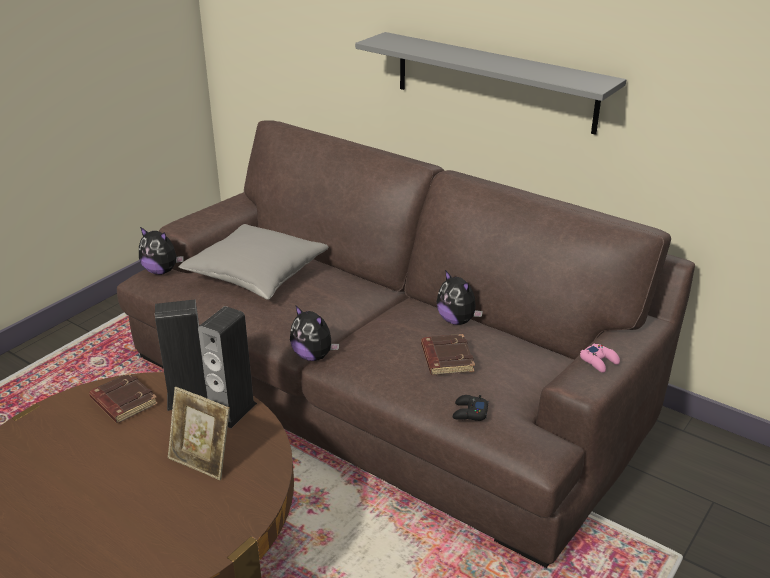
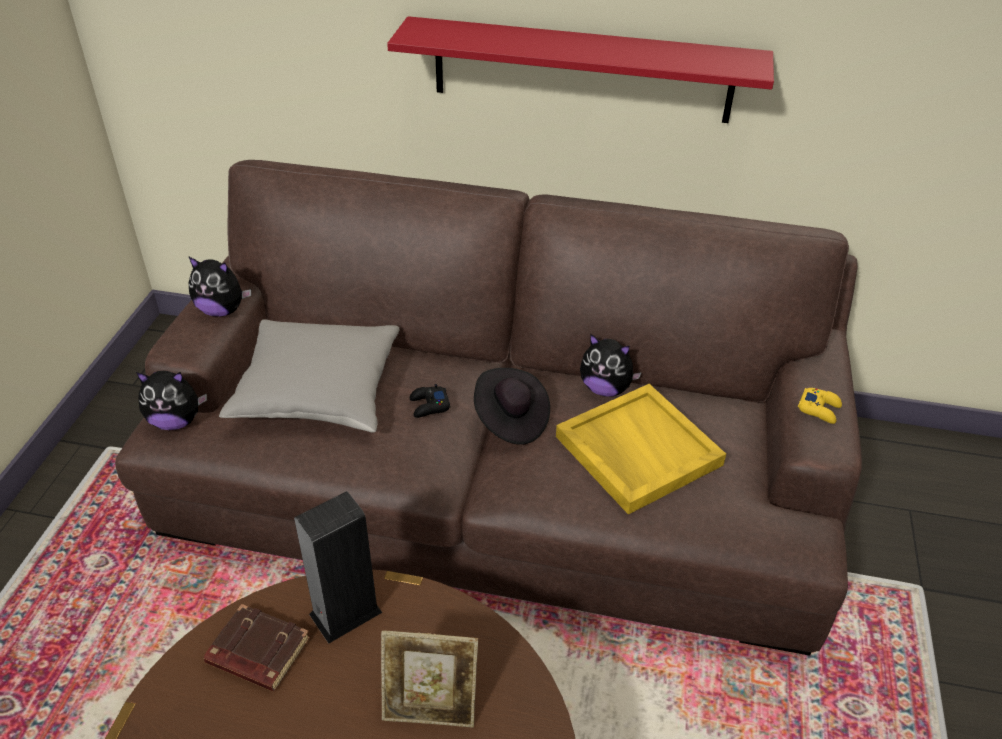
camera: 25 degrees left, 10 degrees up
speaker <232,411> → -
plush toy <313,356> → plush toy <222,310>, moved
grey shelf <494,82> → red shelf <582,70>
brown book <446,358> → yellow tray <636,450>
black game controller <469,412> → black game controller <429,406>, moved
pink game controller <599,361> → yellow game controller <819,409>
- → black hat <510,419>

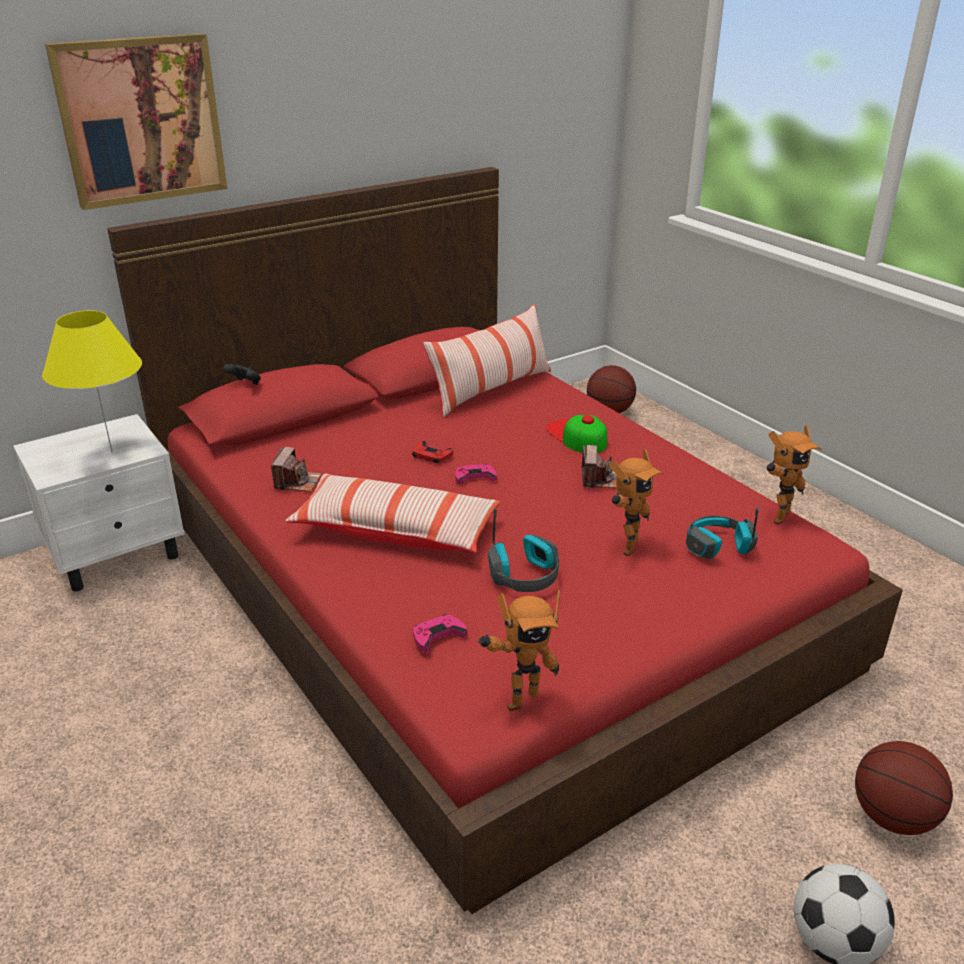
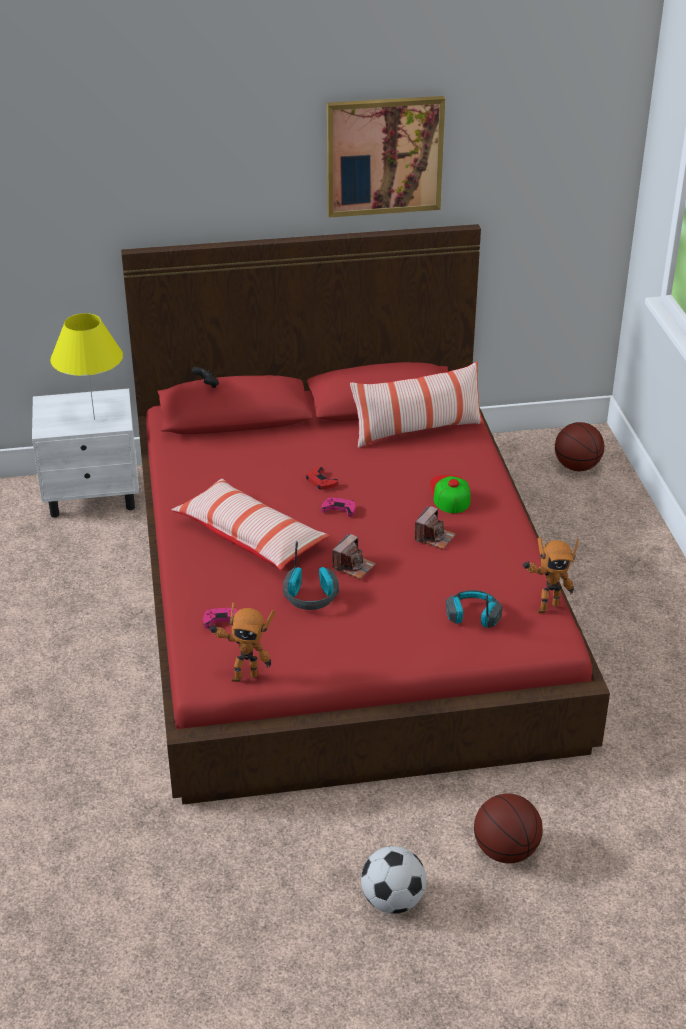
camera: 25 degrees right, 5 degrees up
picture <141,120> → picture <384,156>, moved
photo camera <297,482> → photo camera <353,566>, moved
toy robot <625,546> → -

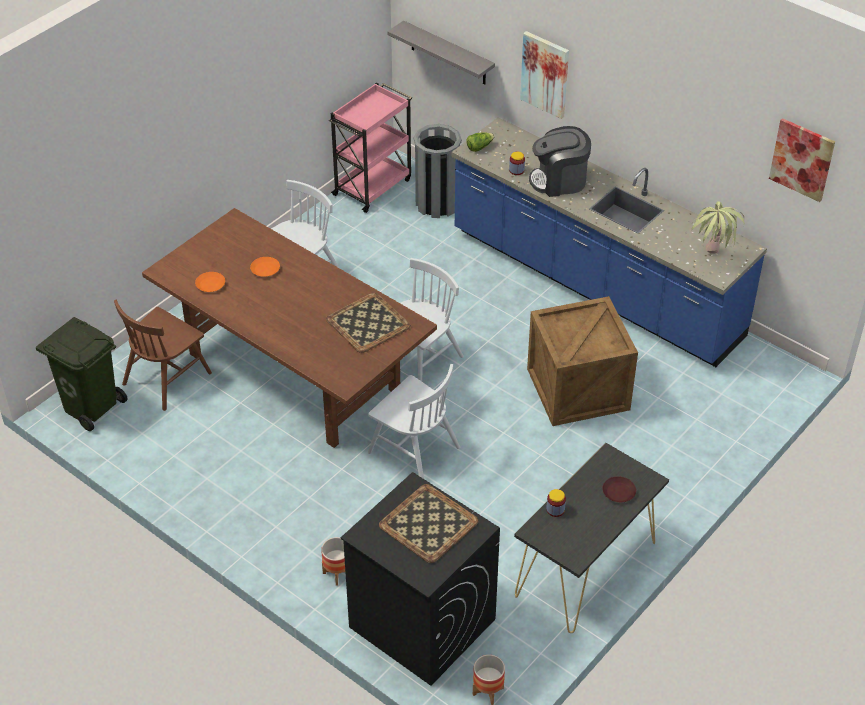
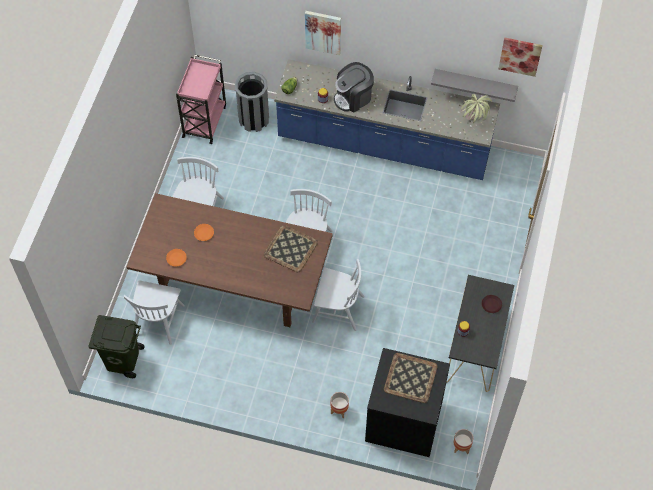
camera: 25 degrees left, 15 degrees up
brown chair <167,378> → white chair <158,320>
grey shelf <448,54> → grey shelf <475,83>, moved
crate <577,390> → -

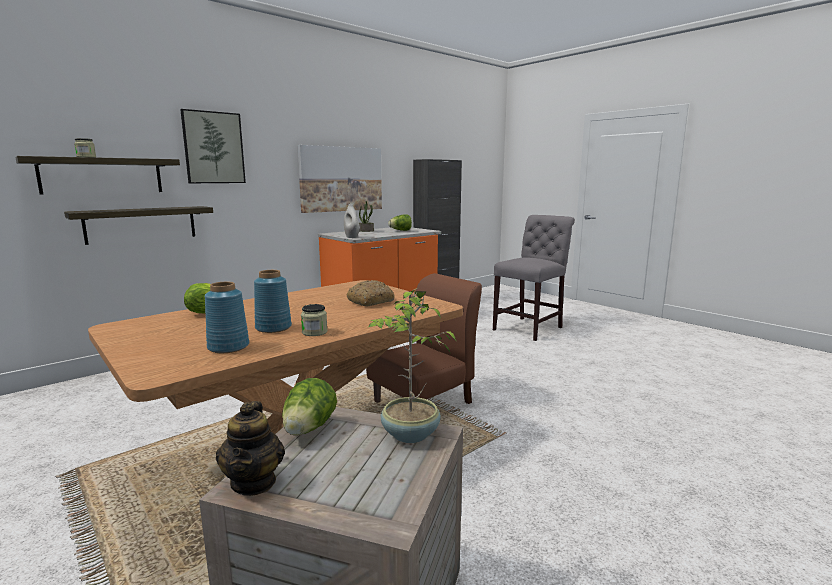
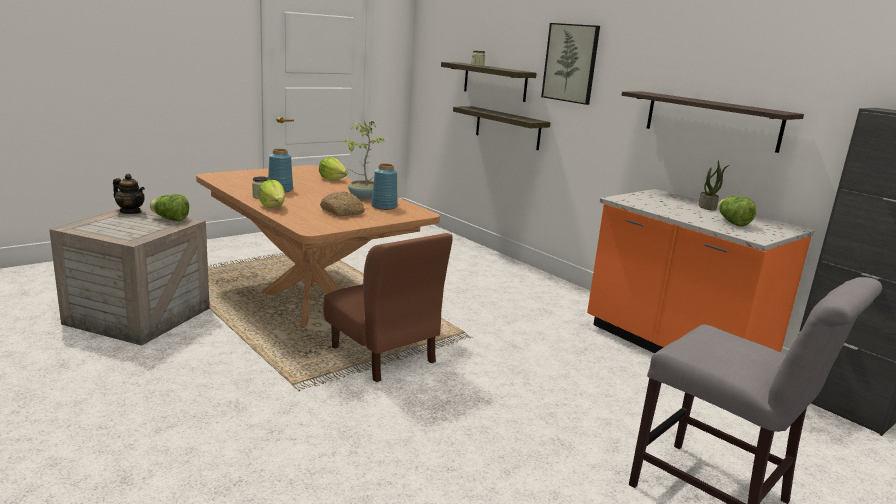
camera: 90 degrees right, 5 degrees up
blue vase <227,347> → blue vase <384,206>, moved
teapot <254,482> → teapot <131,212>, 150 degrees counterclockwise
picture <341,179> → shelf <711,120>
white vase <352,237> → -
potted plant <410,435> → potted plant <362,197>, moved
- → lettuce <273,206>

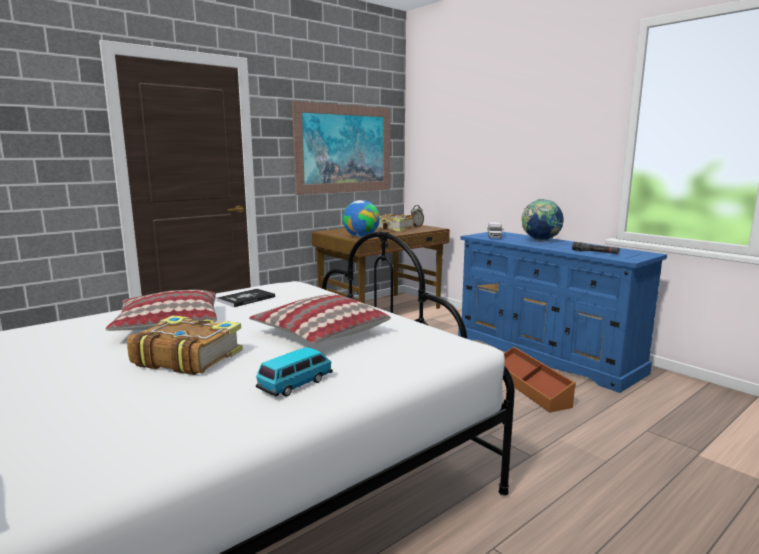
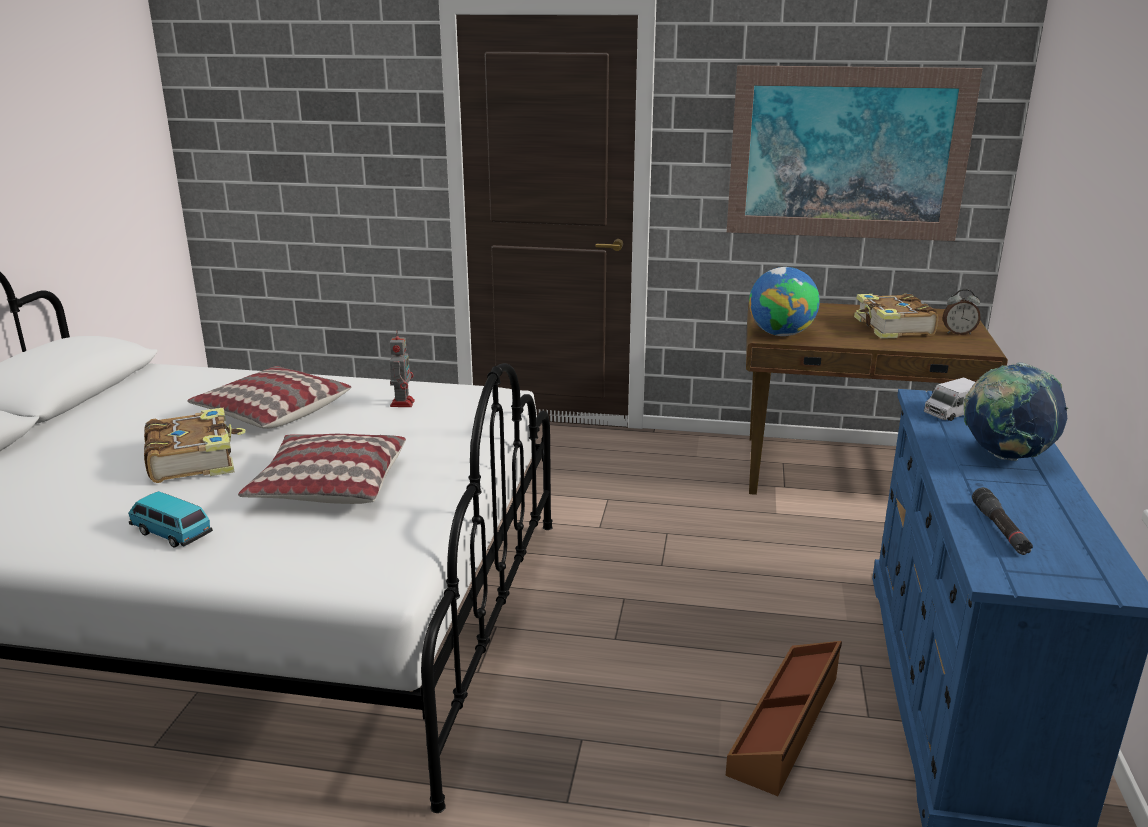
camera: 50 degrees right, 10 degrees up
book <246,299> → toy robot <402,403>
toy car <295,384> → toy car <171,533>, 150 degrees counterclockwise

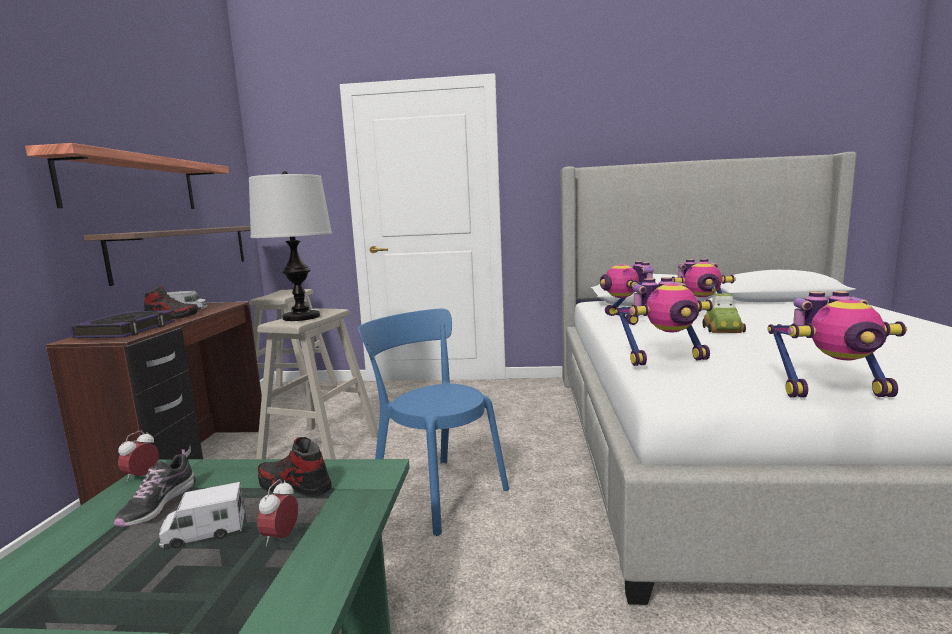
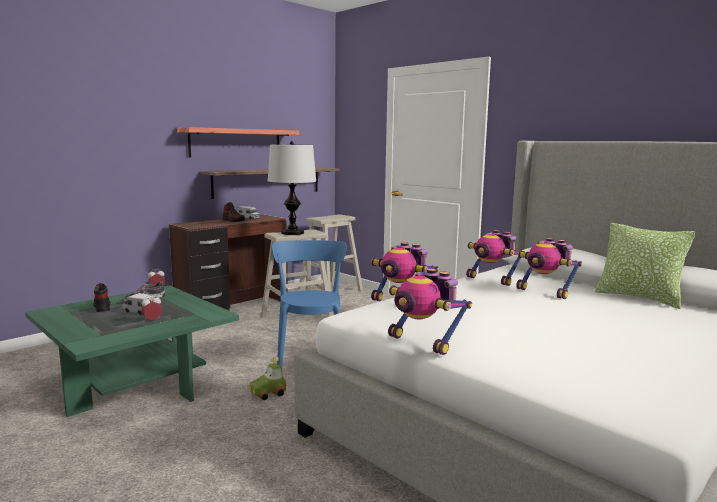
camera: 40 degrees right, 0 degrees up
book <127,330> → -
shoe <295,486> → shoe <101,307>, moved
toy robot <628,319> → toy robot <492,280>, 75 degrees counterclockwise
toy car <724,330> → toy car <268,393>, moved
- → pillow <638,298>

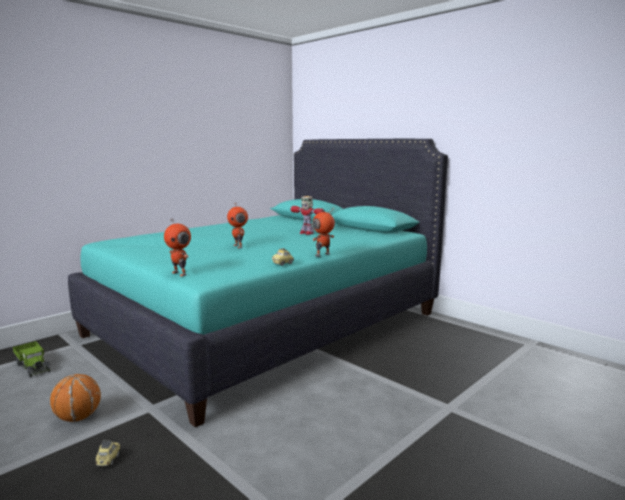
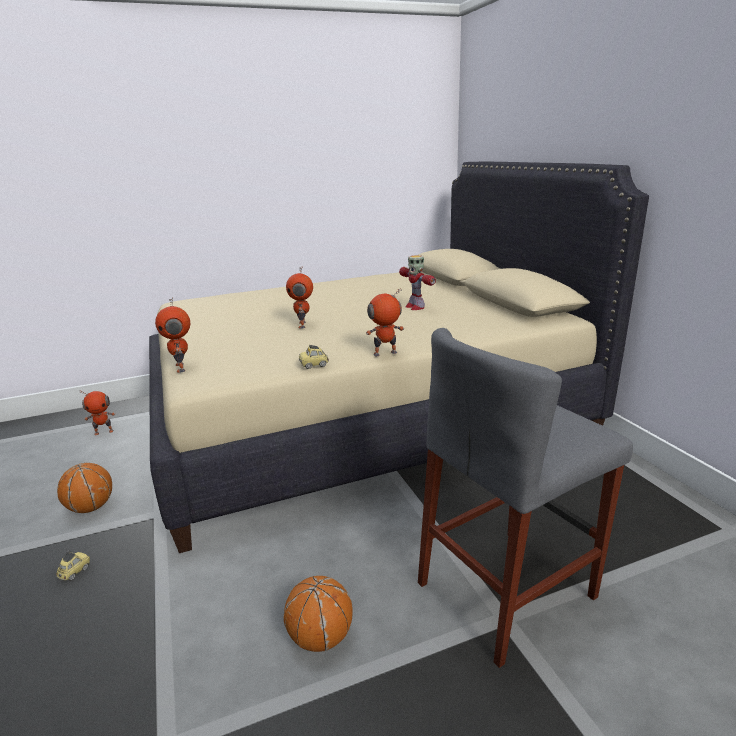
camera: 25 degrees right, 10 degrees up
toy truck <33,366> → toy robot <104,432>
turquoise bed <267,324> → beige bed <362,417>
- → basketball <321,638>
- → grey stool <506,590>

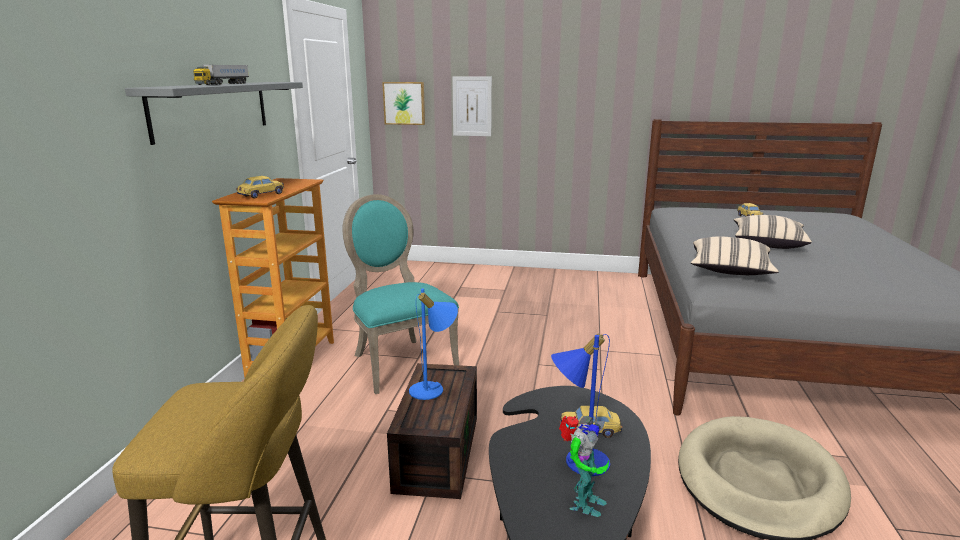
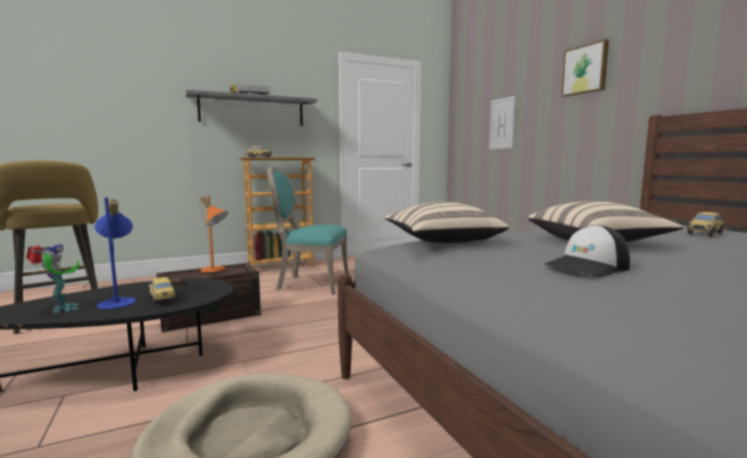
camera: 55 degrees right, 10 degrees down
turquoise chair <399,362> → turquoise chair <310,283>, 105 degrees counterclockwise
picture <404,103> → picture <585,69>, moved
blue table lamp <433,389> → orange table lamp <215,270>
toy robot <583,503> → toy robot <61,309>, 120 degrees counterclockwise
- → cap <587,267>

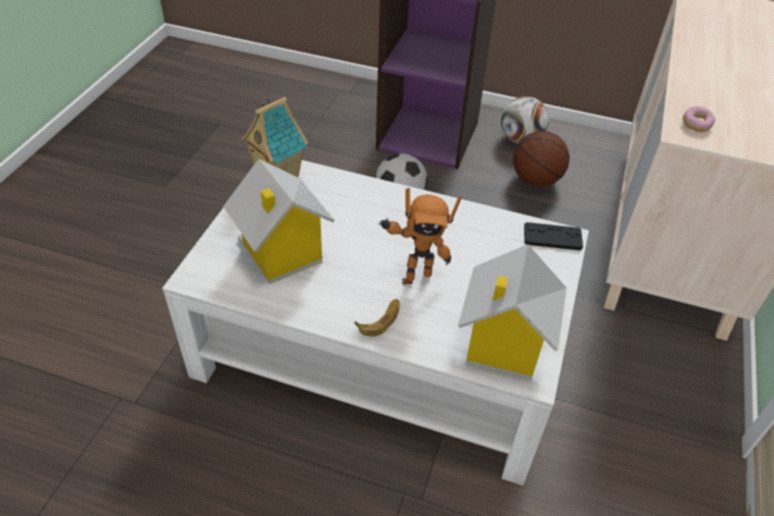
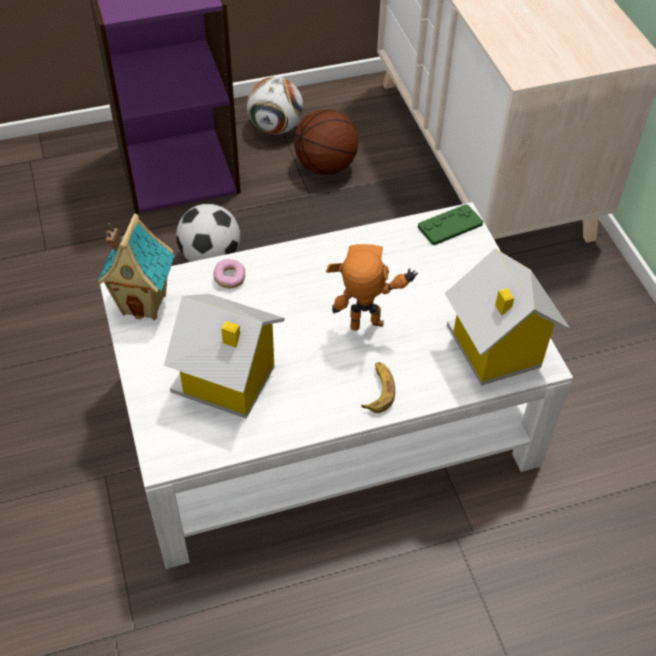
camera: 35 degrees left, 5 degrees up
toy robot <414,275> → toy robot <368,330>, 135 degrees counterclockwise
black game controller <552,237> → green game controller <450,225>
donut <696,125> → donut <229,279>, moved

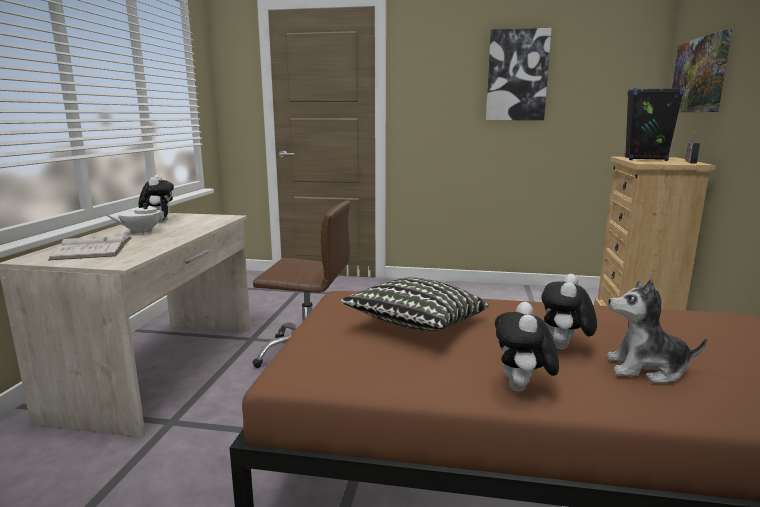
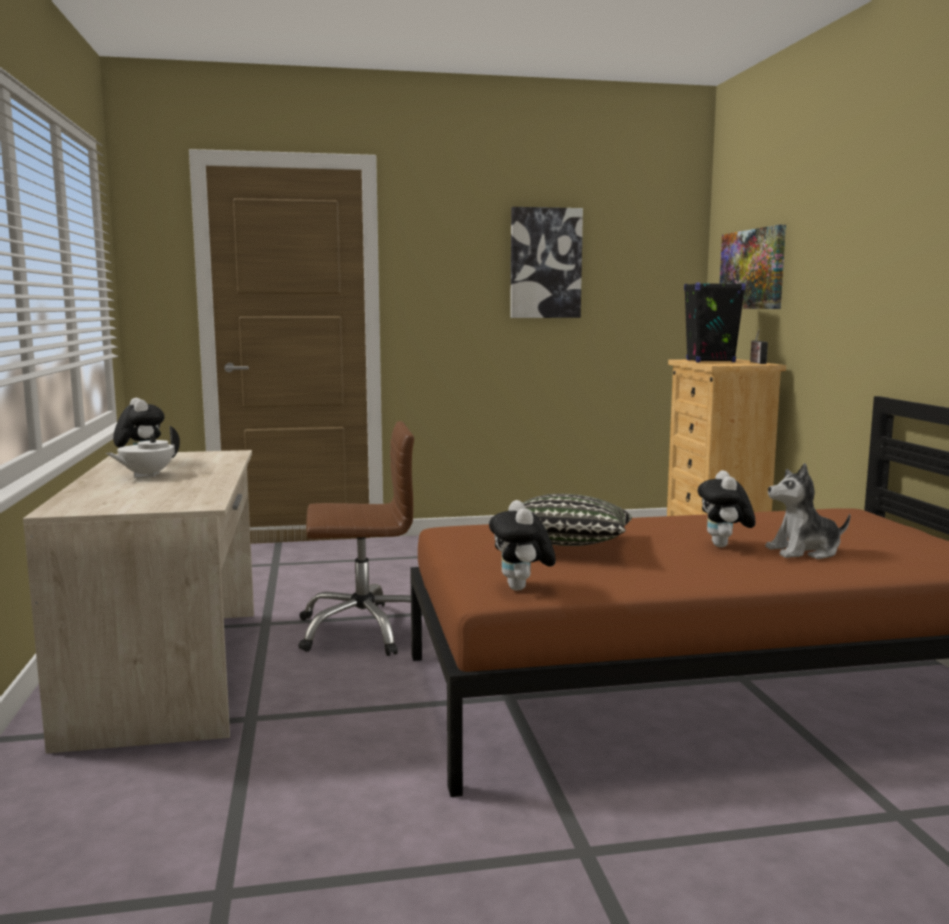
camera: 20 degrees left, 5 degrees down
white book <93,248> → -
plush toy <522,389> → plush toy <522,589>, moved

